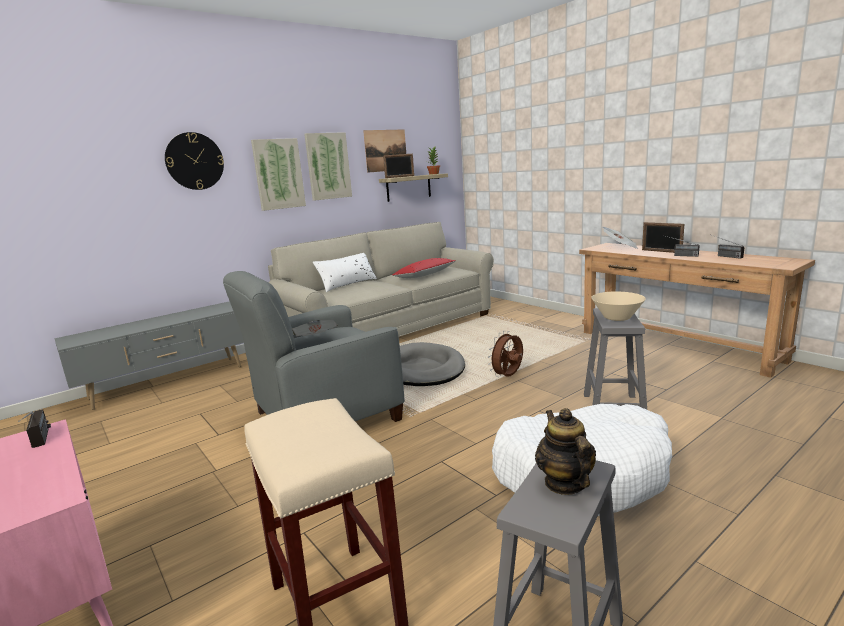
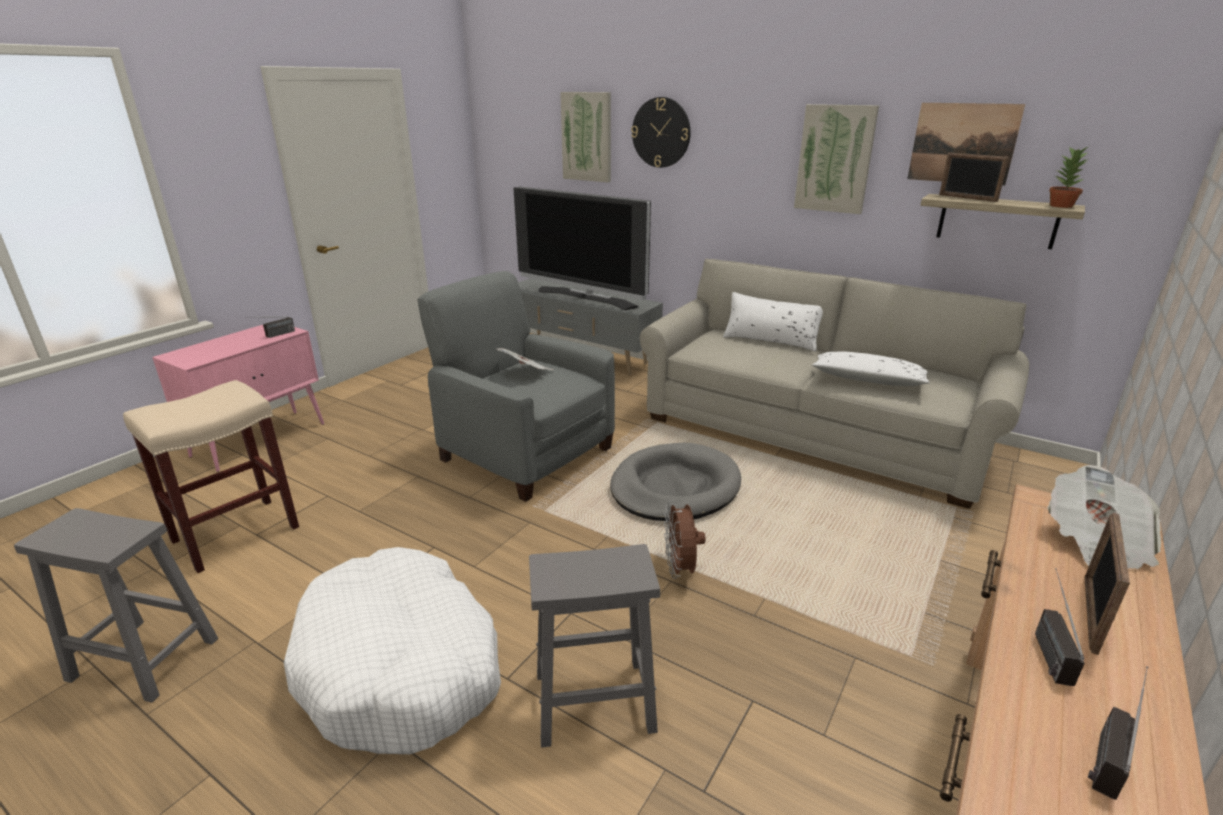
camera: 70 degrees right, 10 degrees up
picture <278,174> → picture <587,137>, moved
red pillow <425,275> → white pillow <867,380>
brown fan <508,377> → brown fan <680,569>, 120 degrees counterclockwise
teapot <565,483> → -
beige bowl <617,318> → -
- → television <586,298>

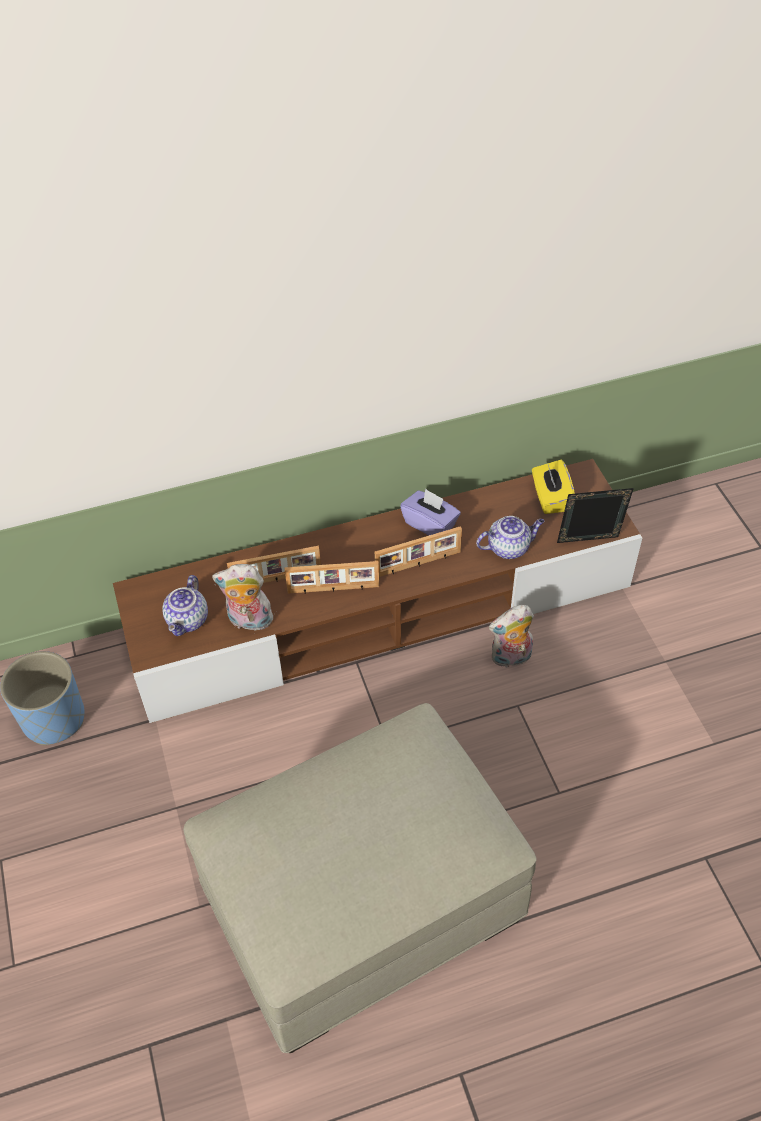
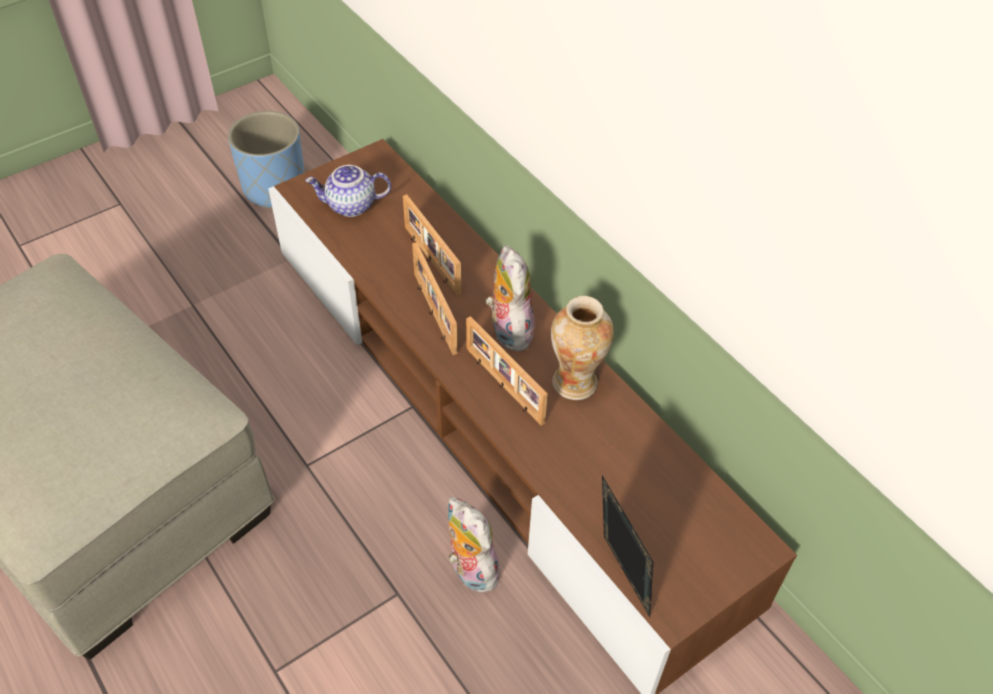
camera: 70 degrees right, 0 degrees up
plush toy <248,621> → plush toy <508,330>, moved
purple tissue box <430,524> → vase <575,383>
teapot <509,547> → -
yellow tissue box <550,498> → -

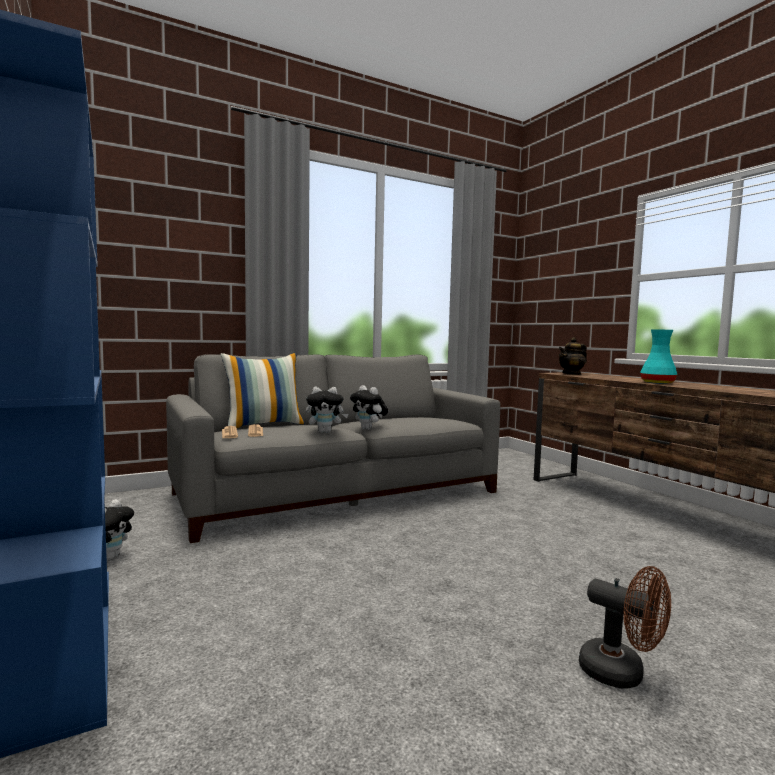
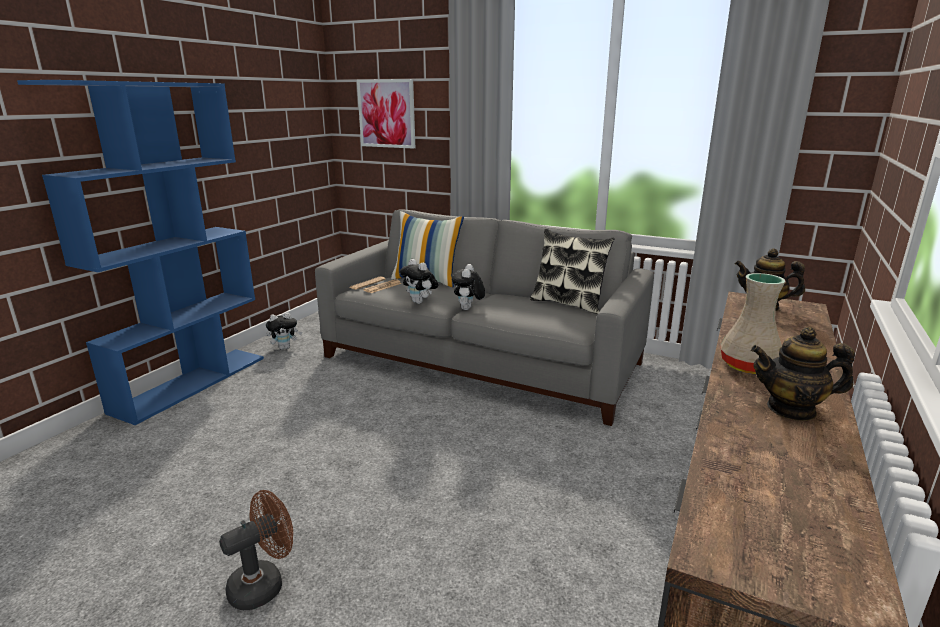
camera: 55 degrees right, 15 degrees up
brown fan <622,674> → brown fan <264,584>, 135 degrees counterclockwise
turquoise vase <657,383> → beige vase <749,366>
- → picture <387,113>
- → pillow <568,303>
- → teapot <791,409>

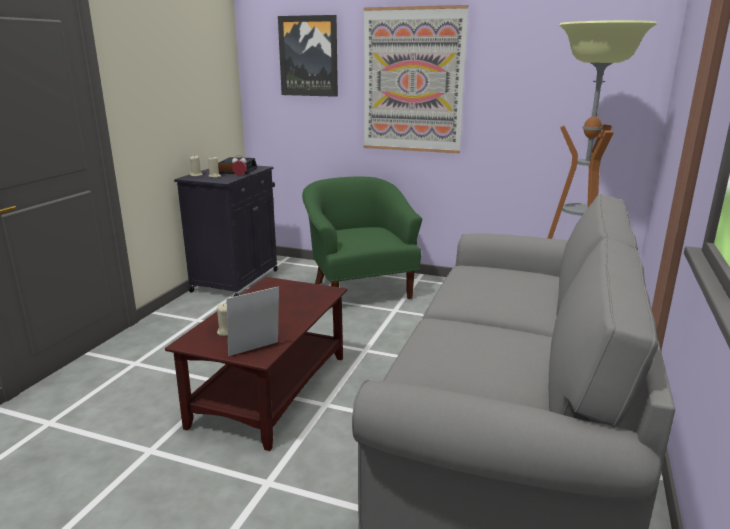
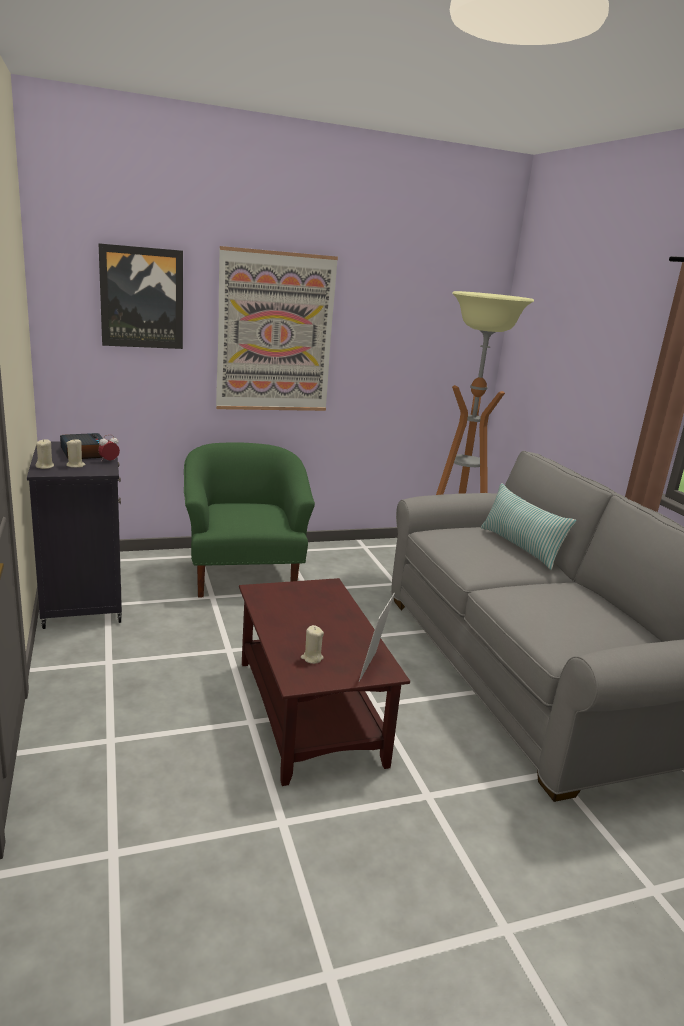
camera: 40 degrees left, 0 degrees up
green armchair <360,289> → green armchair <244,574>, 45 degrees clockwise
- → pillow <520,547>

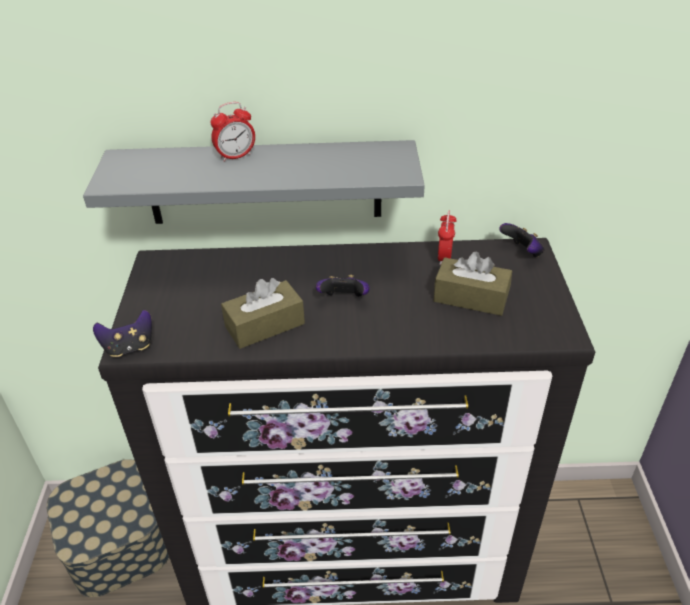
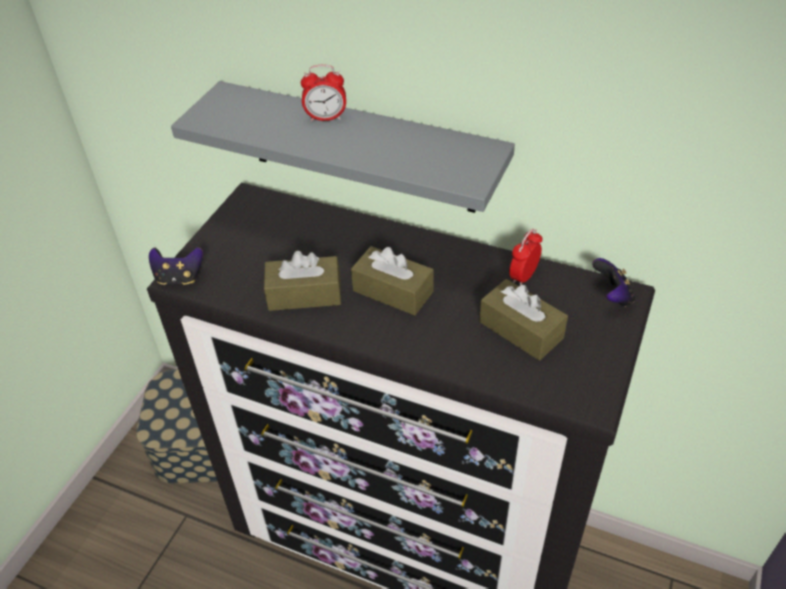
camera: 25 degrees right, 5 degrees up
game controller <344,299> → brown tissue box <393,291>

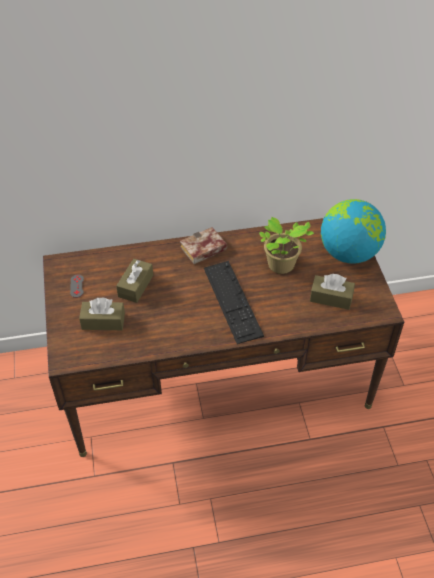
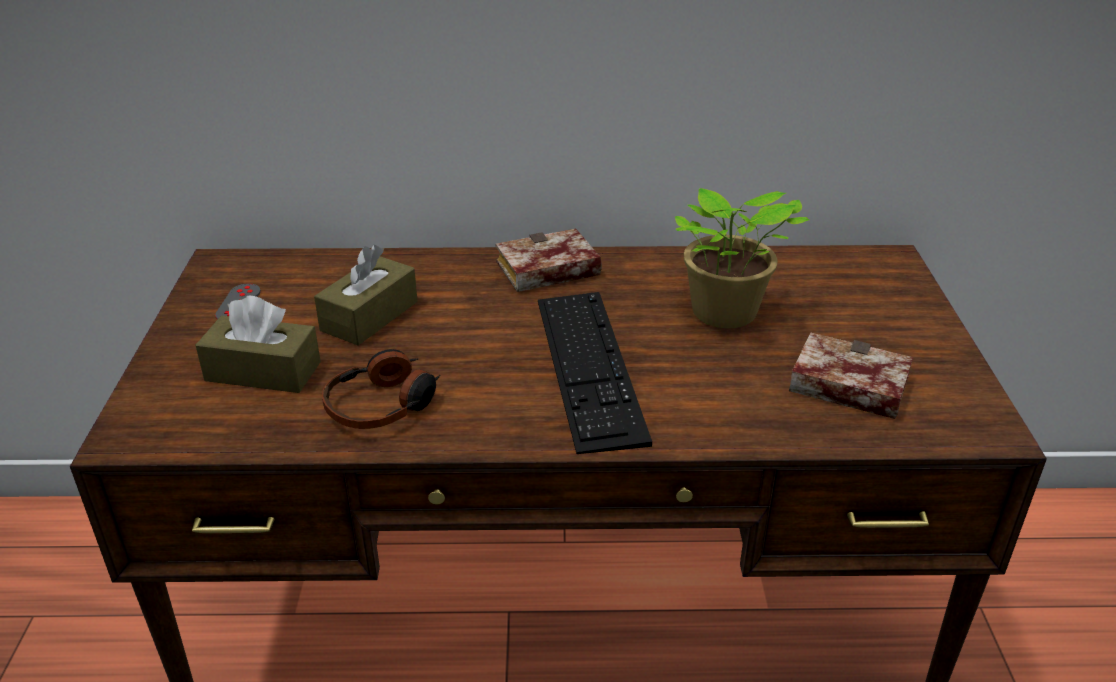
camera: 10 degrees right, 15 degrees down
brown tissue box <331,298> → book <843,386>
globe <348,253> → -
- → headphones <383,405>

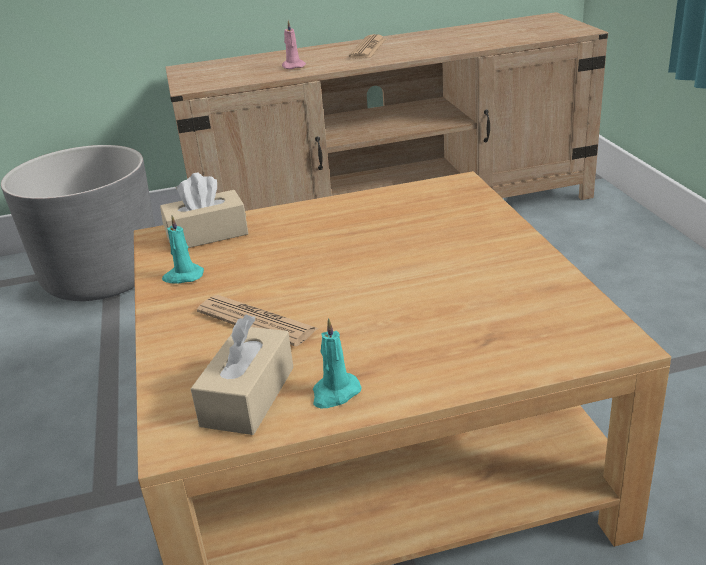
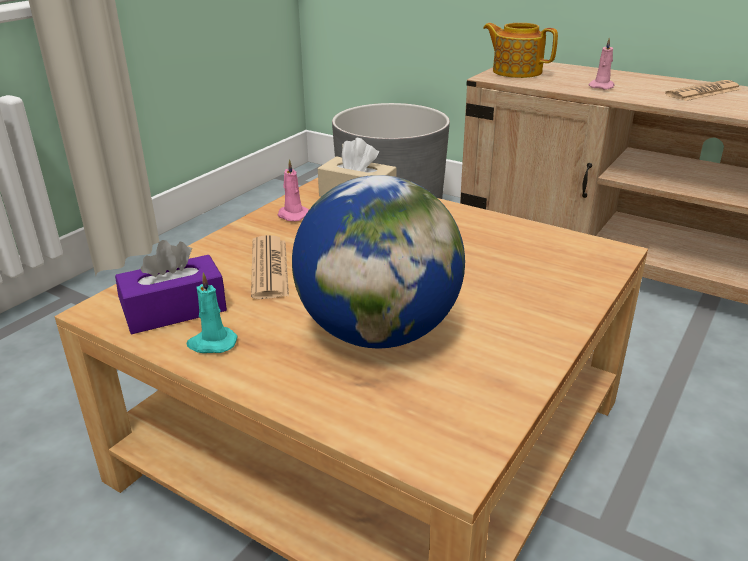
camera: 45 degrees right, 0 degrees up
turquoise candle <183,276> → pink candle <292,215>
beige tissue box <248,396> → purple tissue box <174,310>
- → globe <378,332>
- → teapot <516,71>

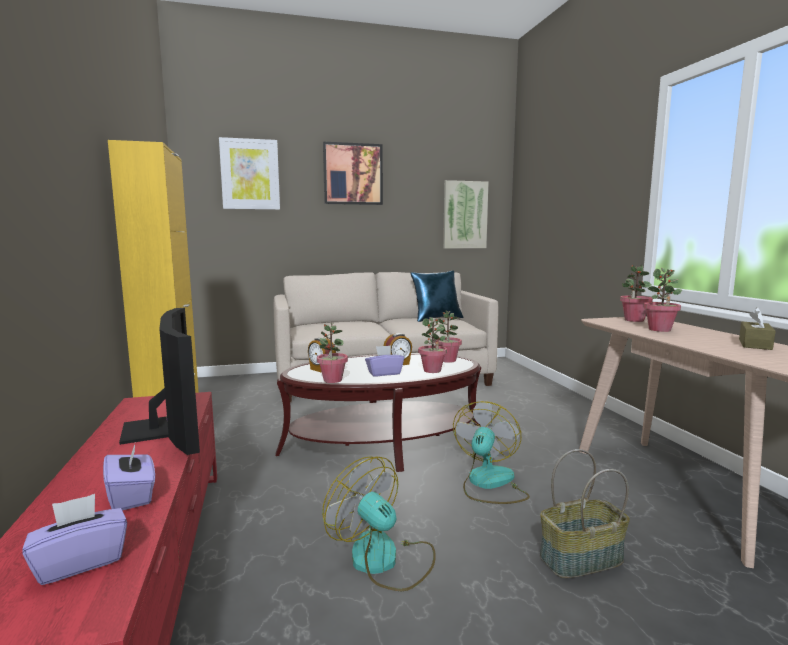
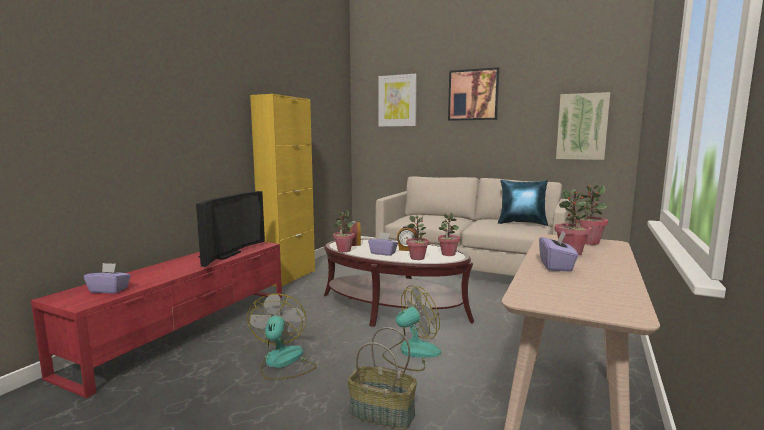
camera: 40 degrees right, 0 degrees up
purple tissue box <132,496> → purple tissue box <556,266>, moved
brown tissue box <755,344> → -

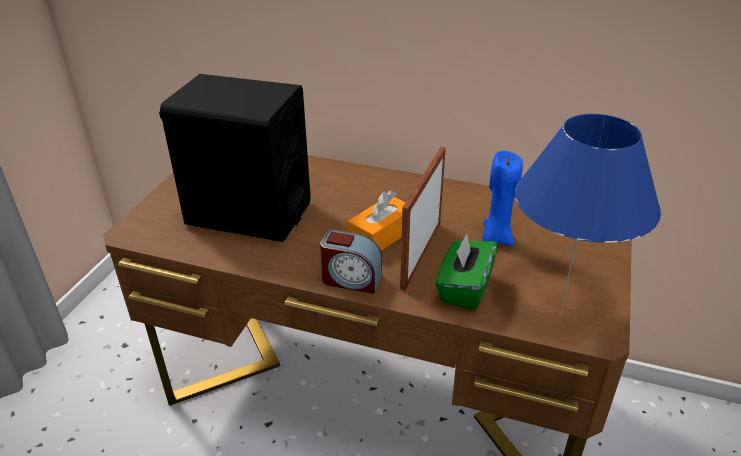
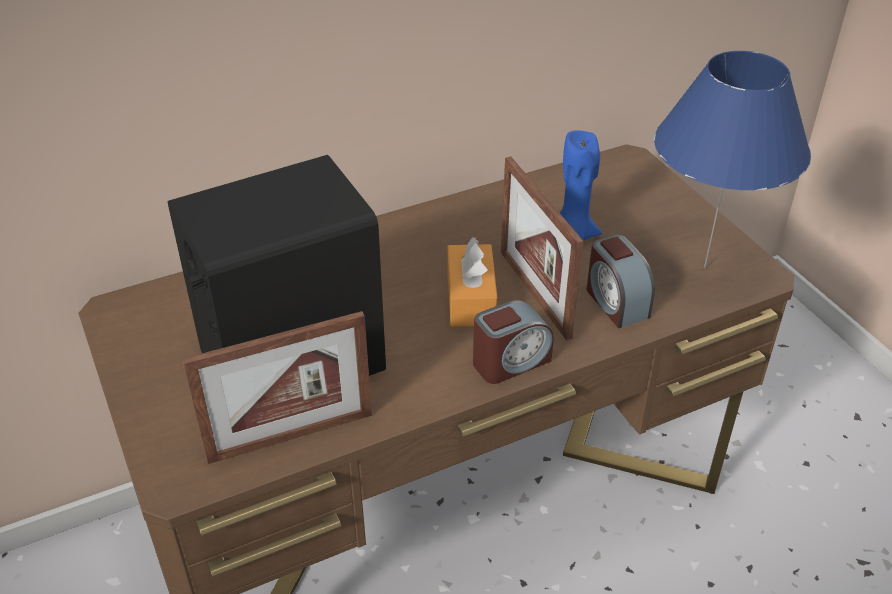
camera: 45 degrees left, 5 degrees up
green tissue box <464,288> → alarm clock <615,302>
- → picture frame <291,436>

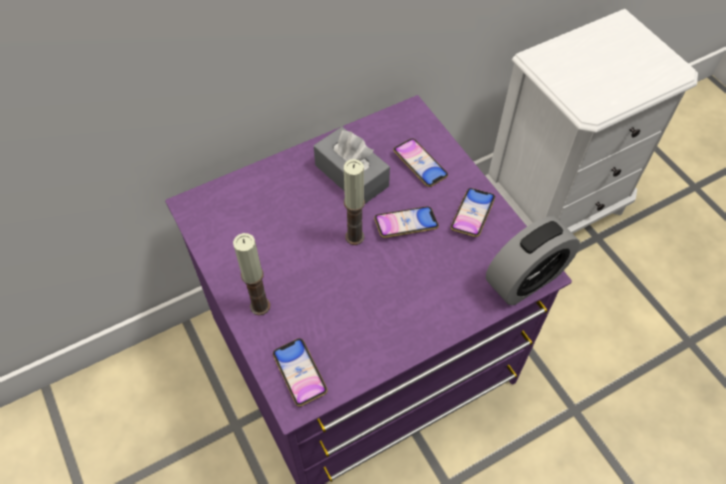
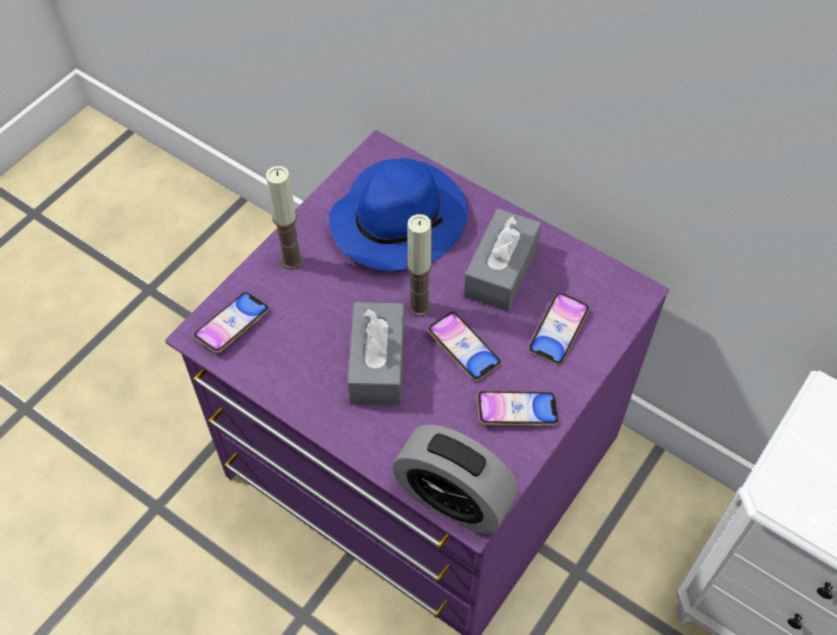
camera: 65 degrees right, 0 degrees up
- → blue hat <399,219>
- → grey tissue box <377,363>

